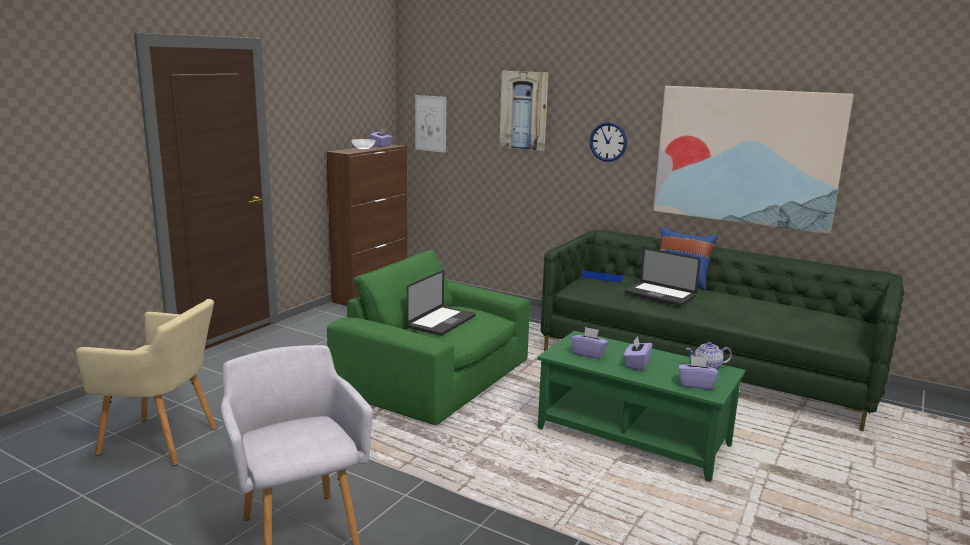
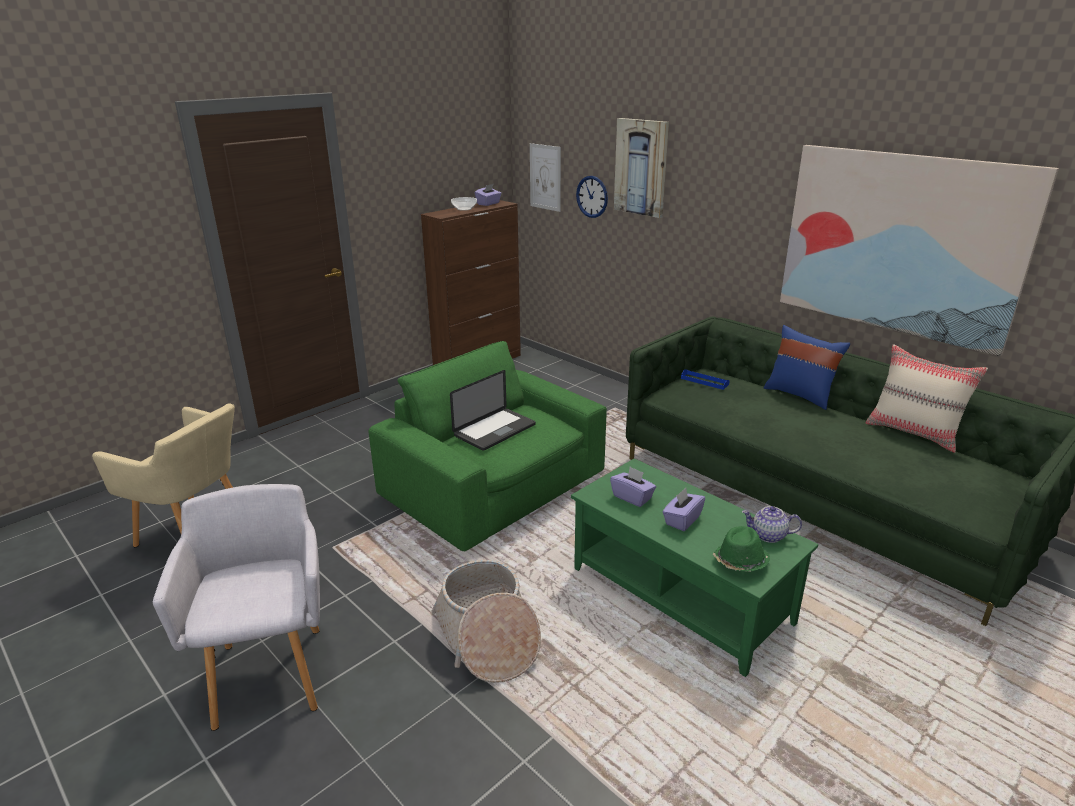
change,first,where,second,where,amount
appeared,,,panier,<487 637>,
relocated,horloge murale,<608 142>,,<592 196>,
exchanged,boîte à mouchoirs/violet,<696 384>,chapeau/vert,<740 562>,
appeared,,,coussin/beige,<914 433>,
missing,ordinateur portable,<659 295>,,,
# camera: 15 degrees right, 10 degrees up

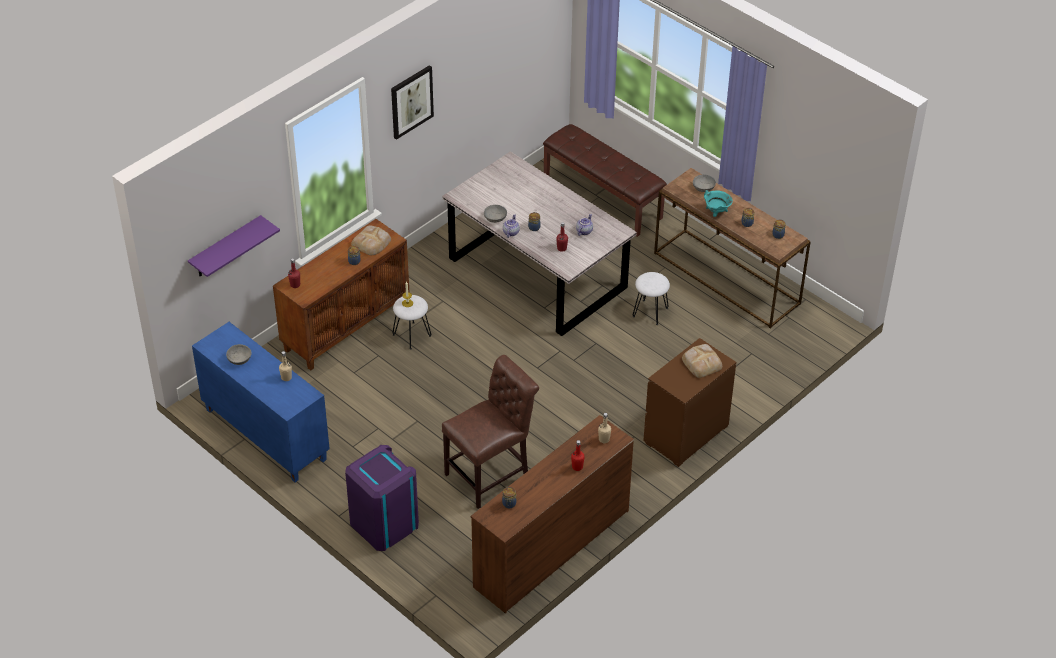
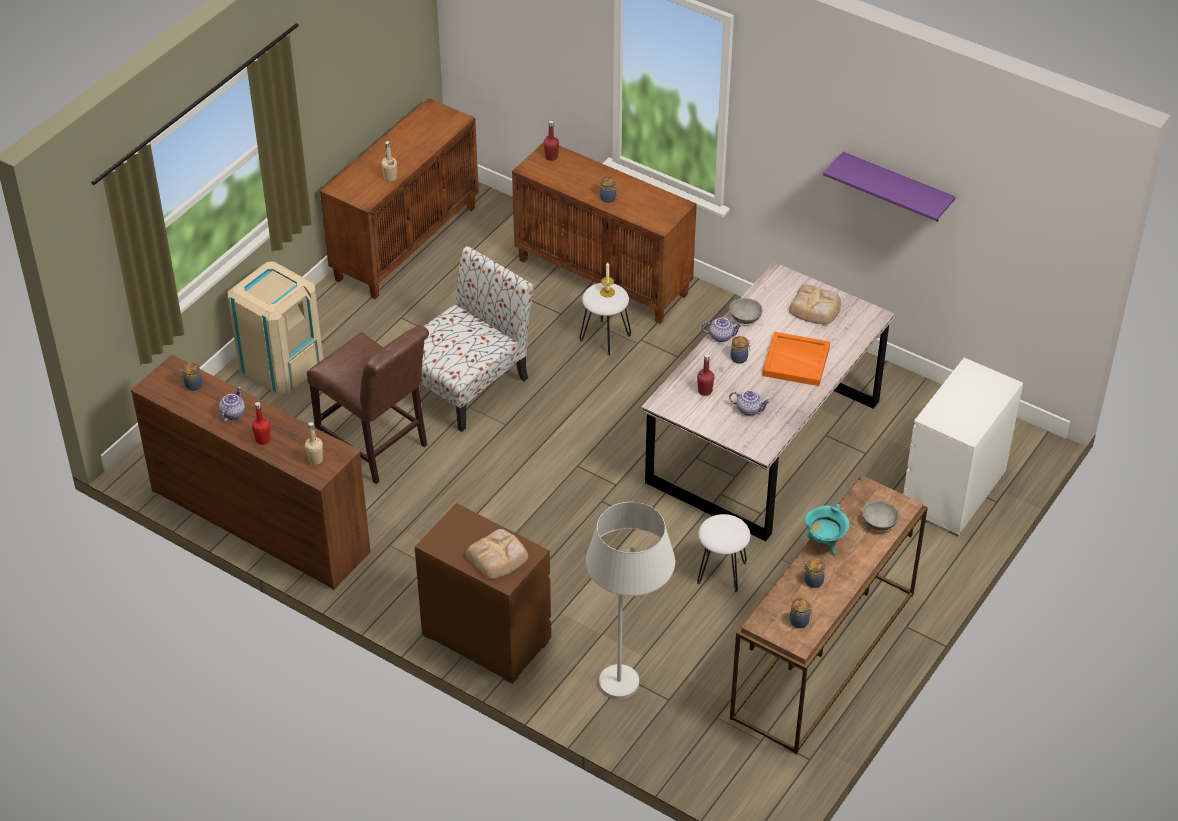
change,first,where,second,where,amount
appeared,,,théière,<232 413>,
colour,poubelle/violet,<384 524>,poubelle/beige,<281 364>,
colour,meuble de rangement/bleu,<264 434>,meuble de rangement/marron,<405 242>,
appeared,,,chaise,<467 383>,
appeared,,,lampadaire/blanc,<627 700>,
appeared,,,plateau/orange,<796 361>,
relocated,pain,<372 242>,,<815 308>,
relocated,étagère/violet,<226 247>,,<896 188>,
exchanged,banc/marron,<603 197>,commode/blanc,<953 492>,
missing,bol/gris,<239 359>,,,
missing,tableau,<411 101>,,,
# camera: 80 degrees right, 0 degrees up

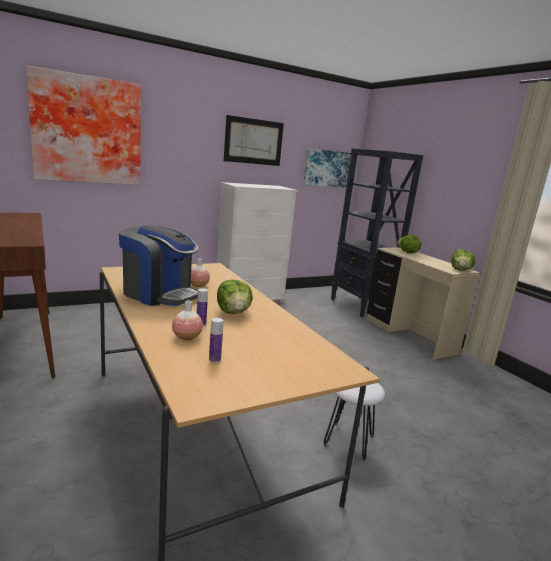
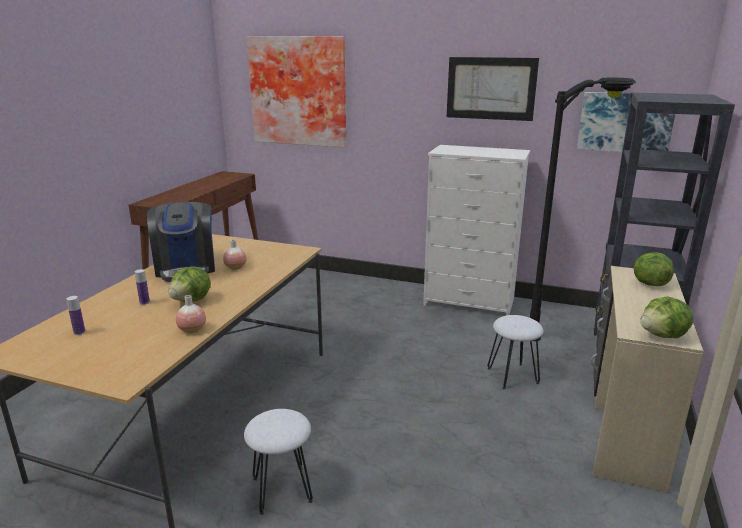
change,first,where,second,where,amount
relocated,vase,<186 337>,,<192 329>,
appeared,,,tabouret/blanc,<512 375>,
appeared,,,lampadaire/noir,<567 324>,
# camera: 50 degrees right, 5 degrees up

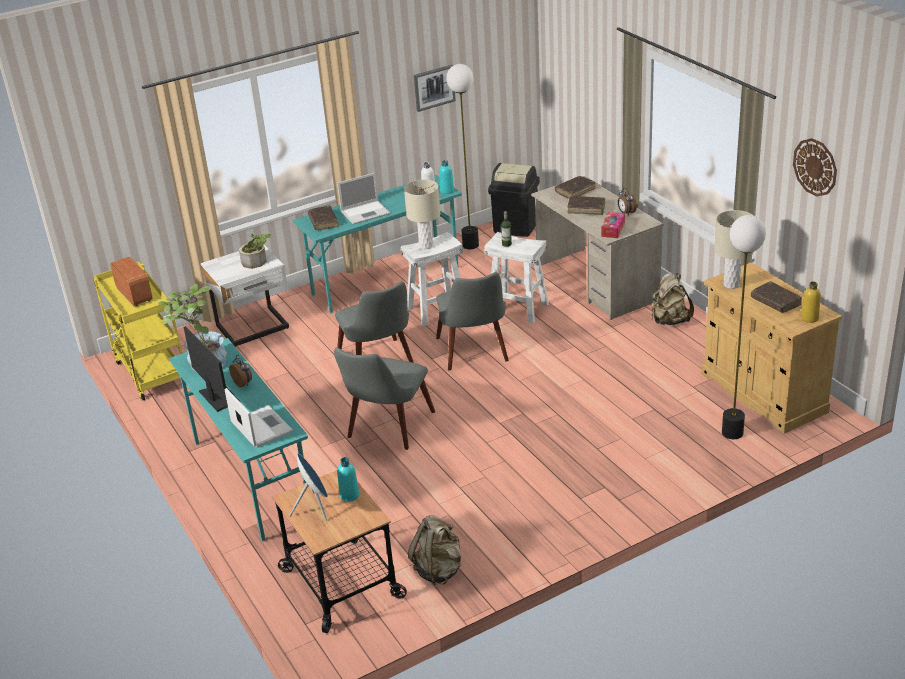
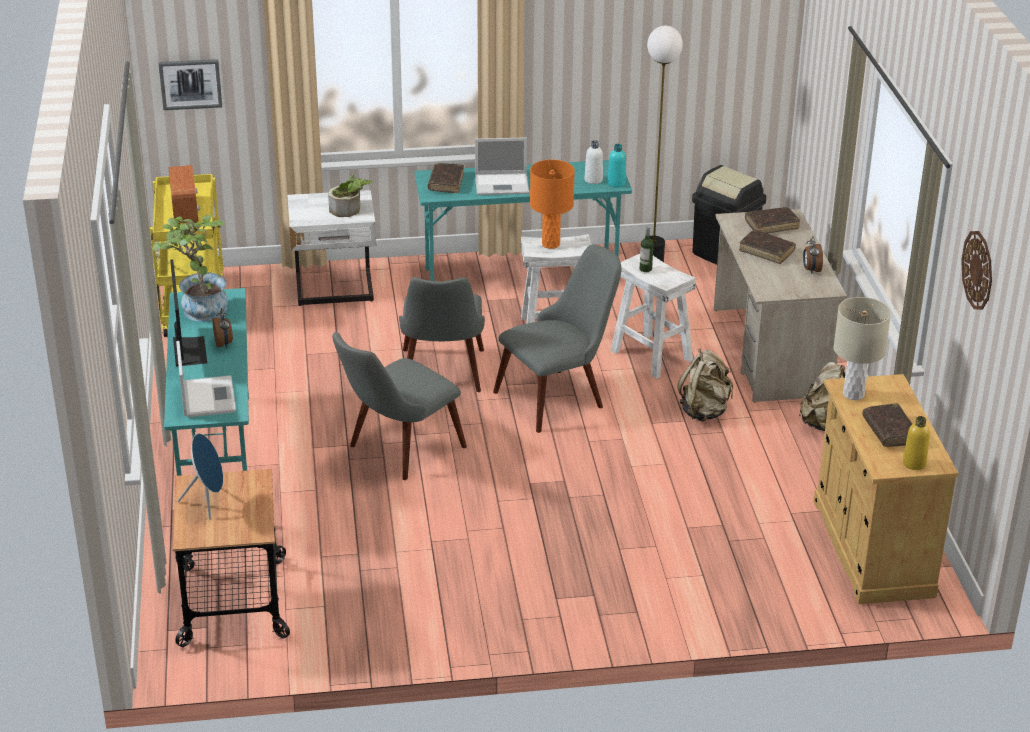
change,first,where,second,where,amount
relocated,tableau,<434 87>,,<190 84>,
spun,chaise/gris,<475 354>,,<560 395>,135 degrees counterclockwise
colour,lampe de table/beige,<426 245>,lampe de table/orange,<551 244>,
relocated,sac à dos/beige,<439 570>,,<705 411>,
missing,bouteille/turquoise,<349 495>,,,
missing,boîte à mouchoirs,<613 229>,,,
missing,lampadaire,<732 433>,,,
# camera: 20 degrees right, 0 degrees up

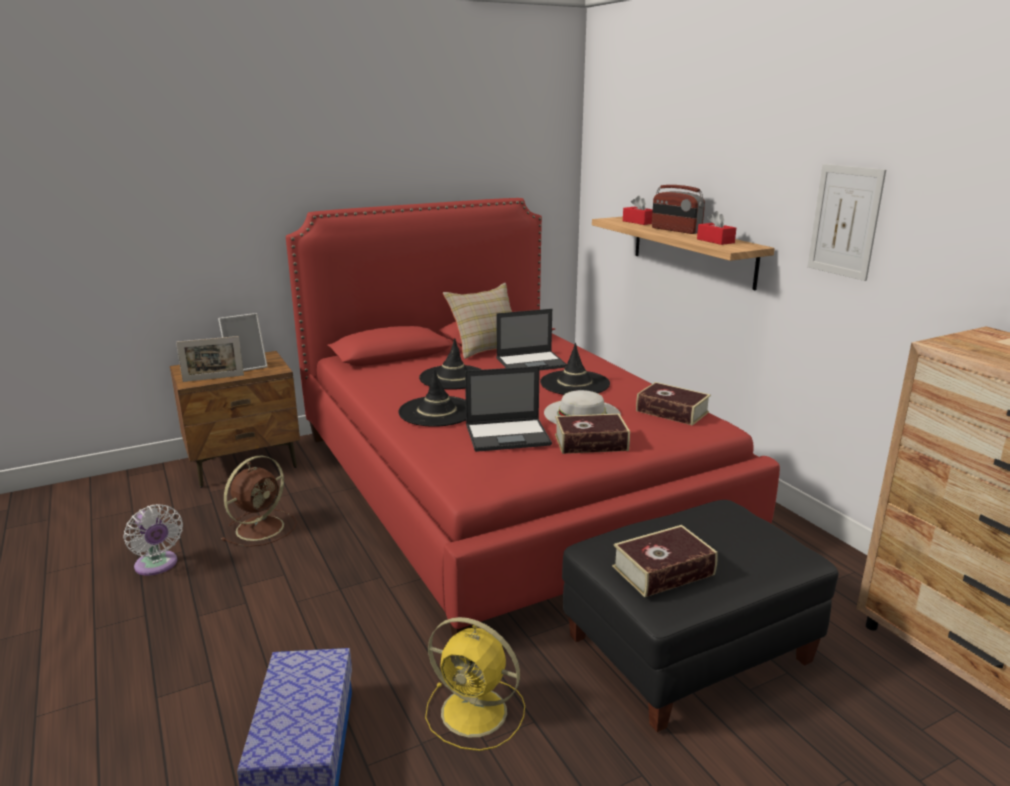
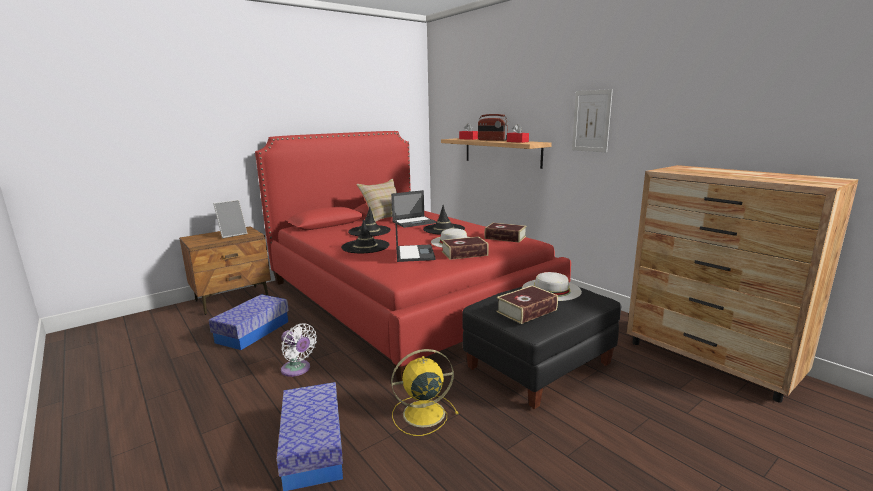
change,first,where,second,where,amount
exchanged,ventilateur/marron,<262 527>,boîte de rangement,<253 332>,
relocated,ventilateur/blanc,<157 566>,,<297 370>,
spun,ventilateur/jaune,<477 713>,,<422 414>,150 degrees clockwise
spun,ordinateur portable,<508 435>,,<414 253>,75 degrees counterclockwise
appeared,,,chapeau/blanc,<551 289>,
missing,cadre photo,<213 378>,,,
# camera: 10 degrees left, 5 degrees down

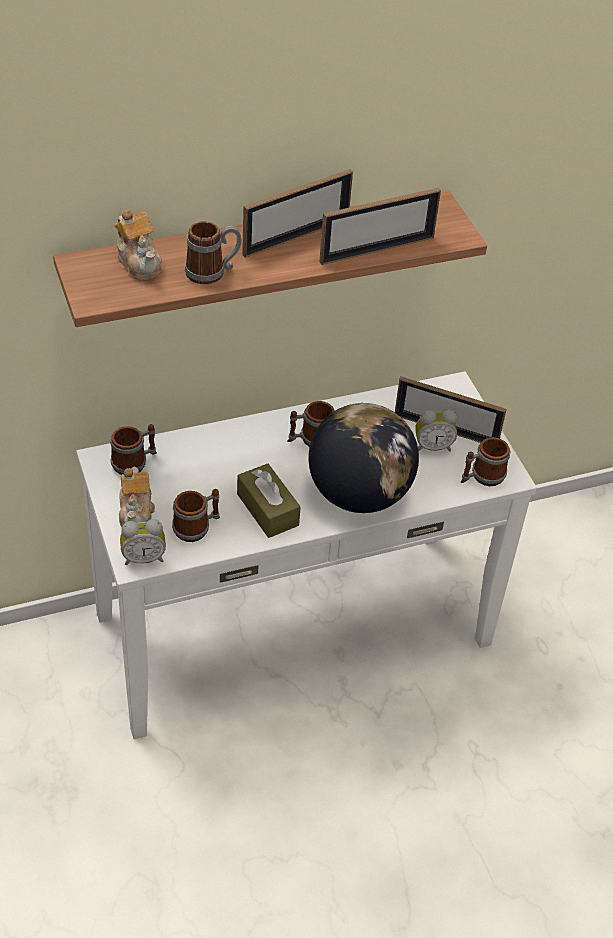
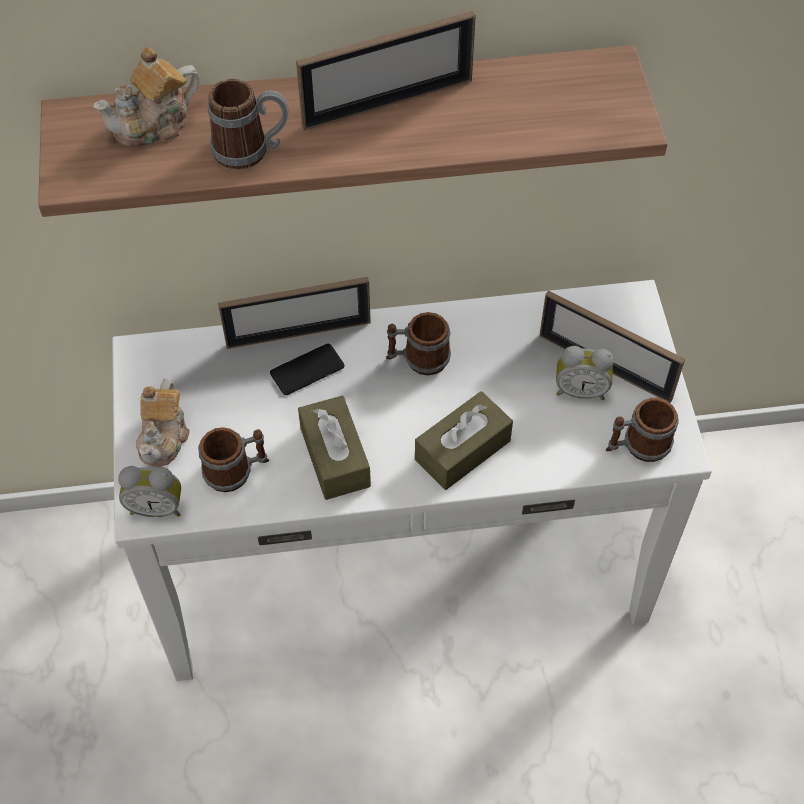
change,first,where,second,where,amount
spun,théière,<139 262>,,<154 124>,75 degrees clockwise
relocated,cadre photo,<377 250>,,<298 333>,
appeared,,,téléphone,<307 370>,
exchanged,globe,<359 494>,boîte à mouchoirs/marron,<462 450>,
missing,mug,<135 462>,,,
# camera: 15 degrees right, 10 degrees up

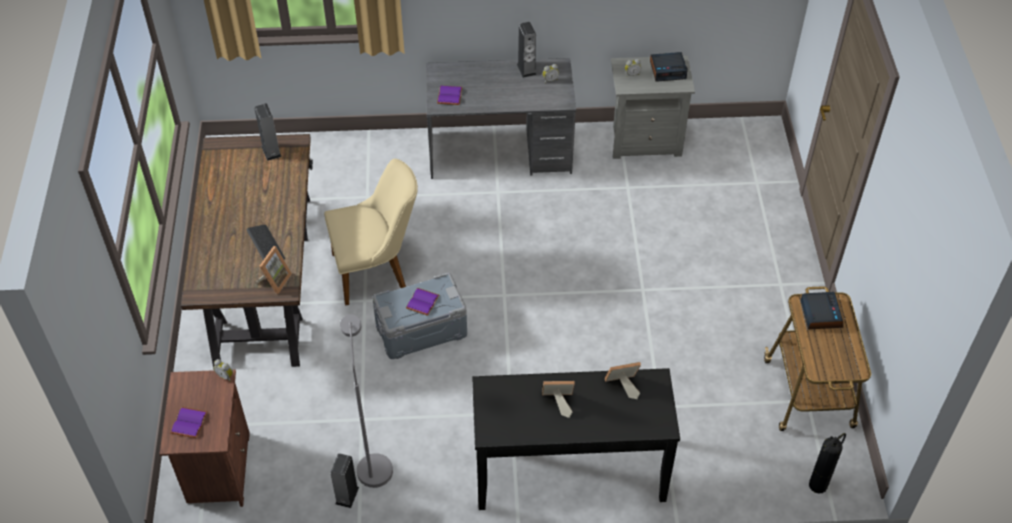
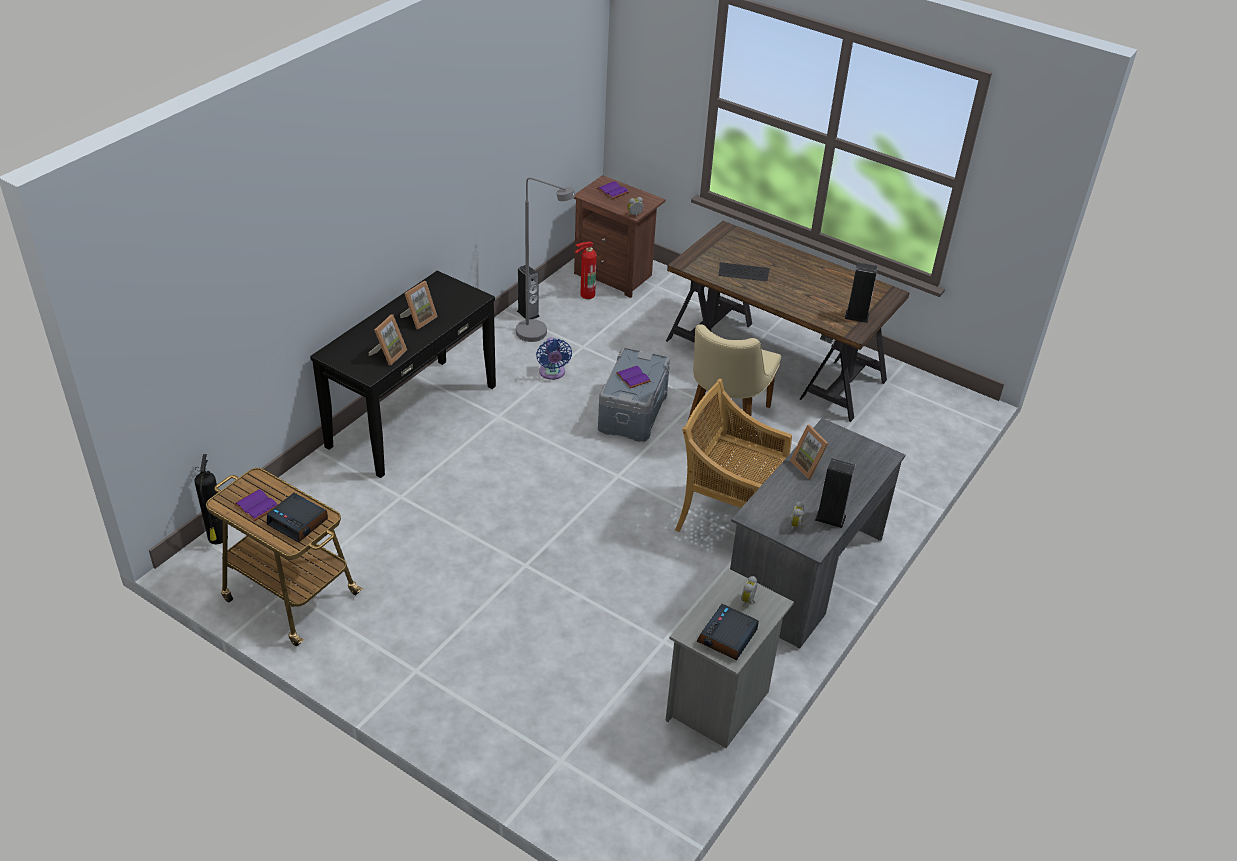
change,first,where,second,where,amount
relocated,livre/violet,<450 96>,,<255 506>,
appeared,,,ventilateur/bleu,<552 373>,
appeared,,,extincteur,<585 294>,
appeared,,,chaise/beige,<727 517>,
relocated,cadre photo,<275 280>,,<809 466>,
# camera: 125 degrees right, 10 degrees down

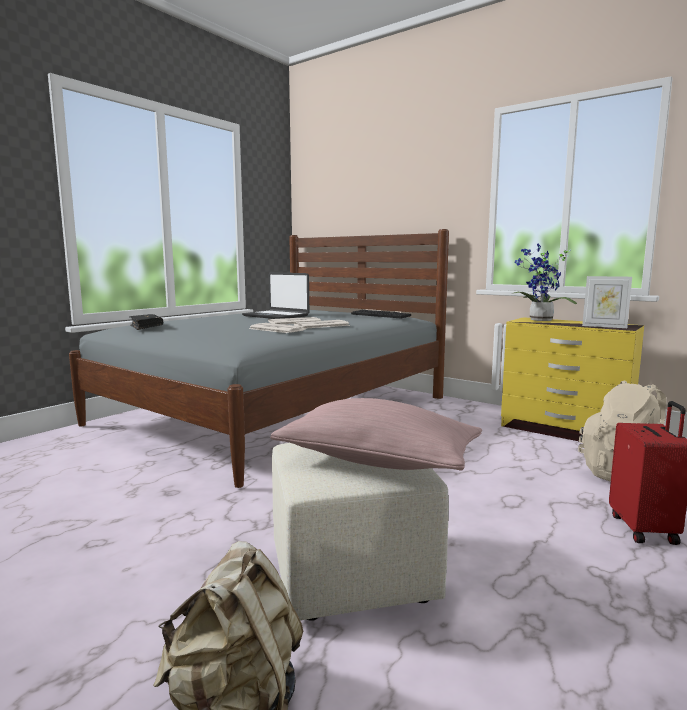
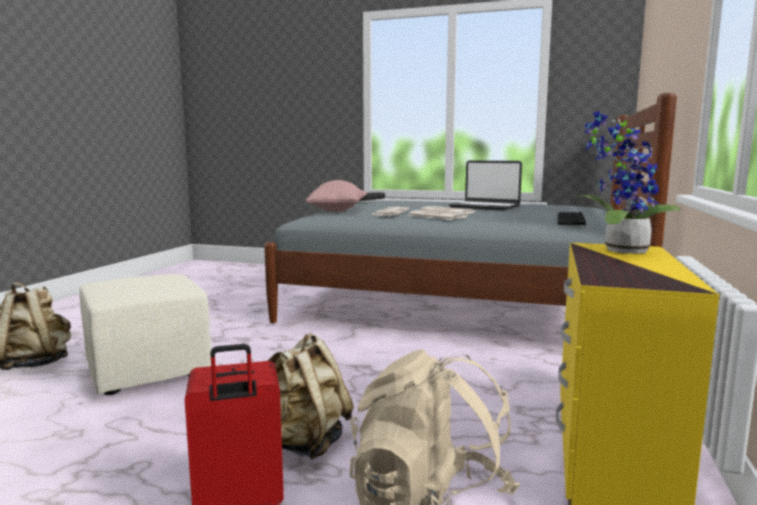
change,first,where,second,where,amount
appeared,,,sac à dos/beige,<302 443>,
relocated,coussin/rose,<377 460>,,<339 210>,
spun,ordinateur portable,<276 316>,,<484 207>,75 degrees counterclockwise
missing,cadre photo,<604 326>,,,
# camera: 70 degrees right, 0 degrees up

